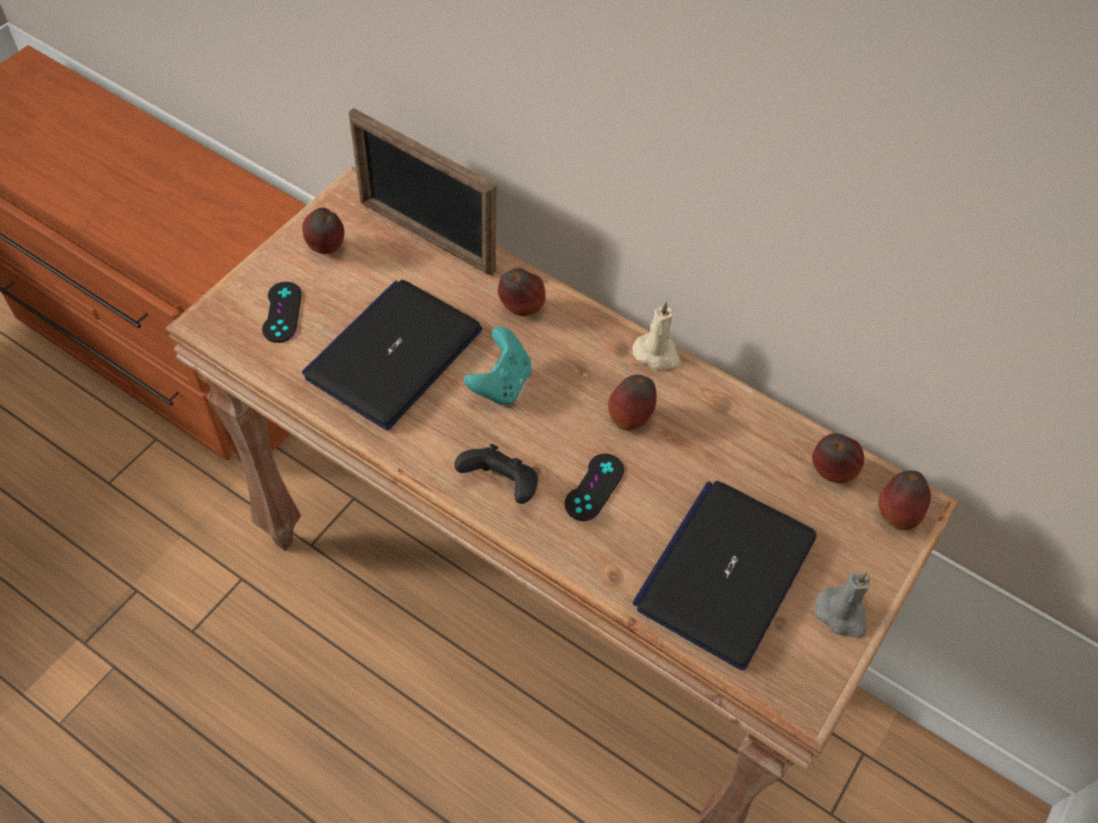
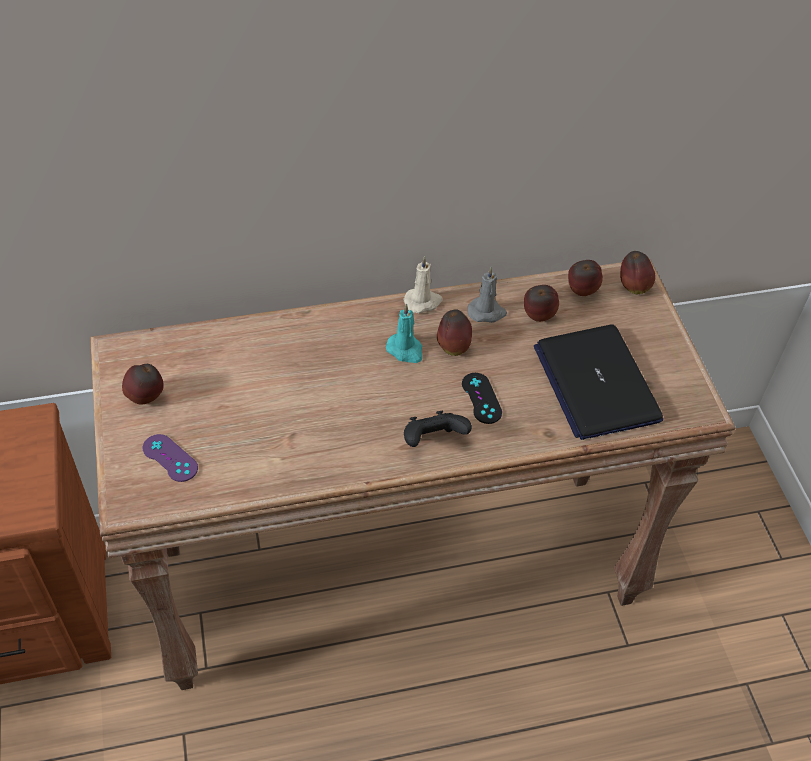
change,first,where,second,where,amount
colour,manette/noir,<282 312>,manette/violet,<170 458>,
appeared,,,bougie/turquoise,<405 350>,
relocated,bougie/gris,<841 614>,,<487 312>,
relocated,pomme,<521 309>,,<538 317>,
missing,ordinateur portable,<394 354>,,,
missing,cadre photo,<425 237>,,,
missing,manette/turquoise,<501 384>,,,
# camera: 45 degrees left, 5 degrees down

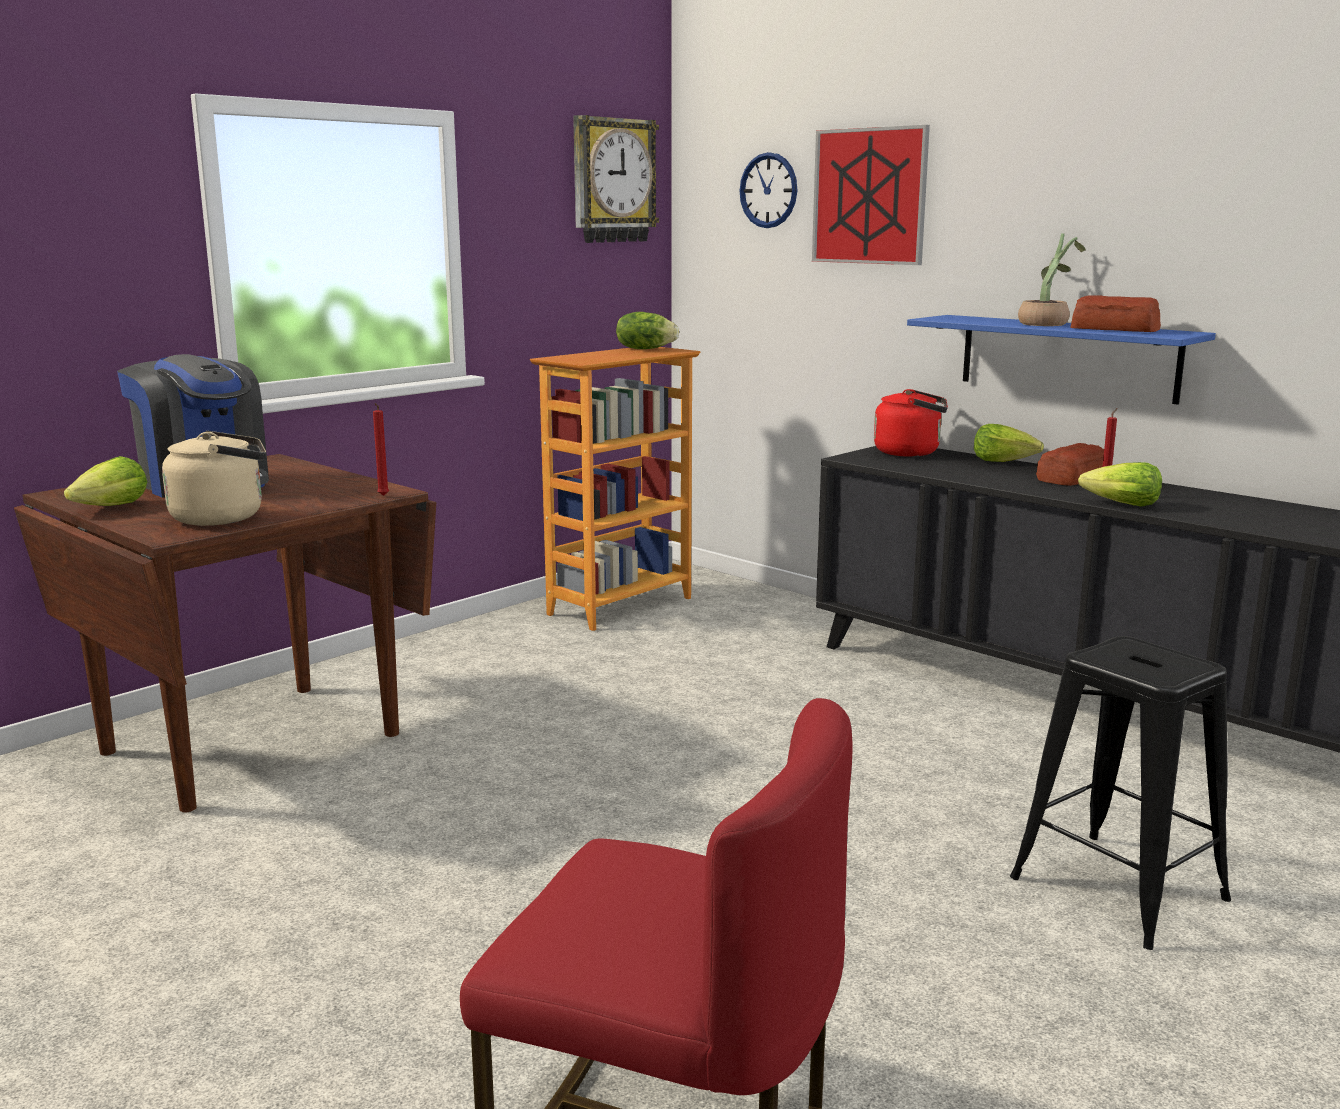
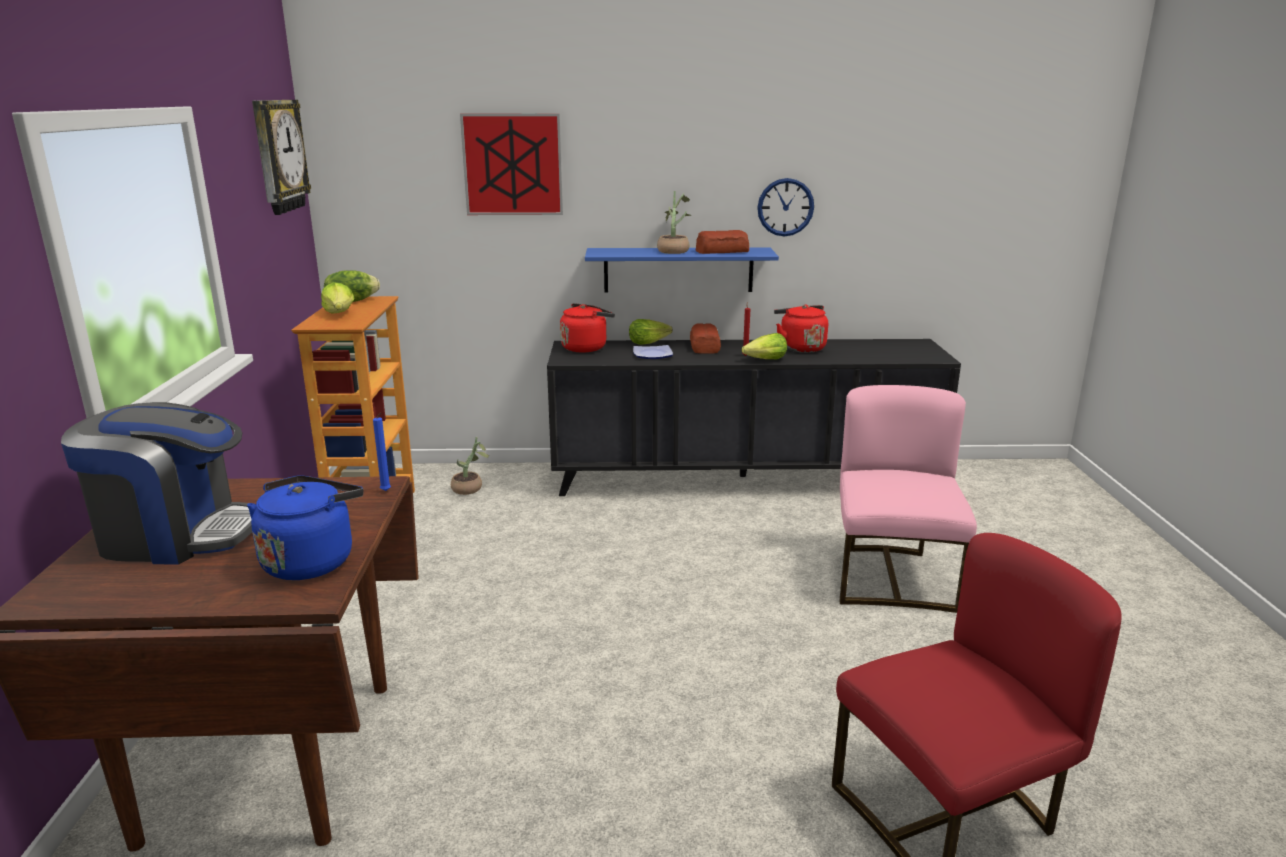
change,first,where,second,where,amount
colour,bouilloire/beige,<224 517>,bouilloire/bleu,<311 560>,
relocated,laitue,<112 508>,,<340 314>,
colour,bougie/rouge,<382 496>,bougie/bleu,<386 491>,
appeared,,,plante en pot,<471 489>,
appeared,,,assiette,<653 354>,
relocated,horloge murale,<768 190>,,<785 207>,
appeared,,,bouilloire/rouge,<800 348>,
exchanged,tabouret/noir,<1117 888>,chaise/rose,<892 578>,
# camera: 45 degrees left, 5 degrees up

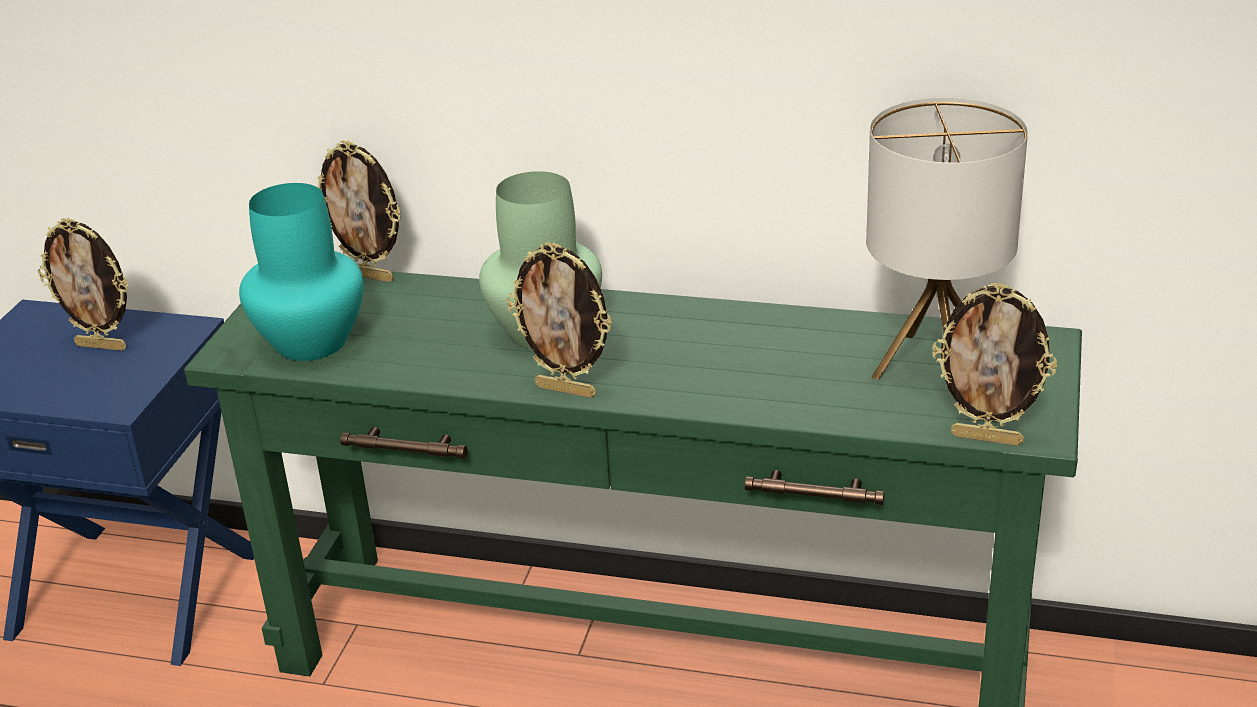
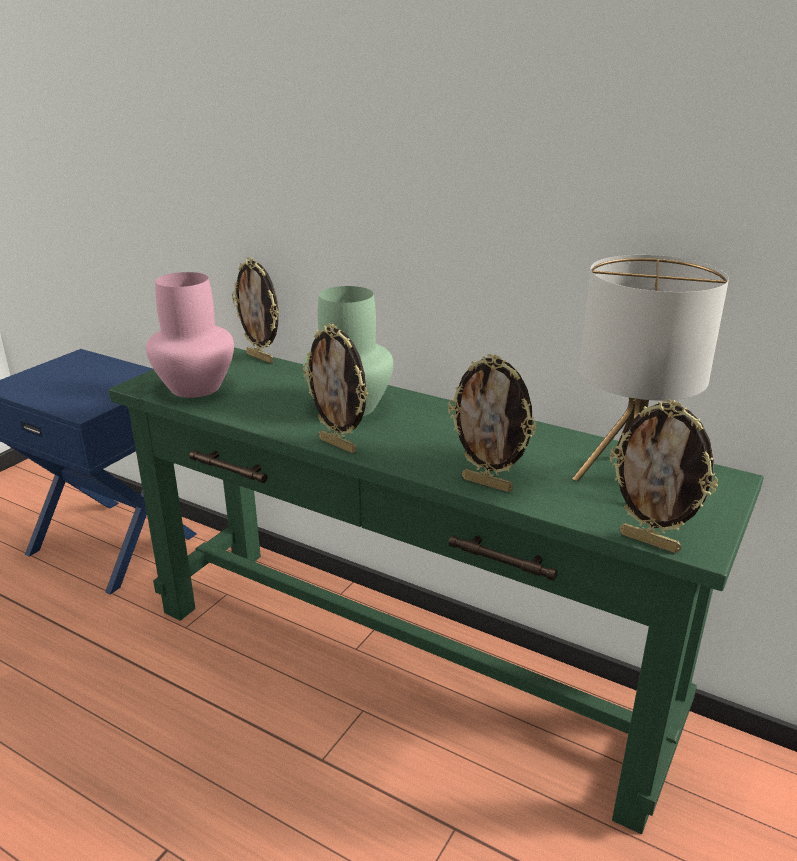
change,first,where,second,where,amount
colour,vase/turquoise,<313 342>,vase/rose,<197 387>,
relocated,cadre photo,<102 346>,,<488 484>,
# camera: 15 degrees right, 5 degrees down

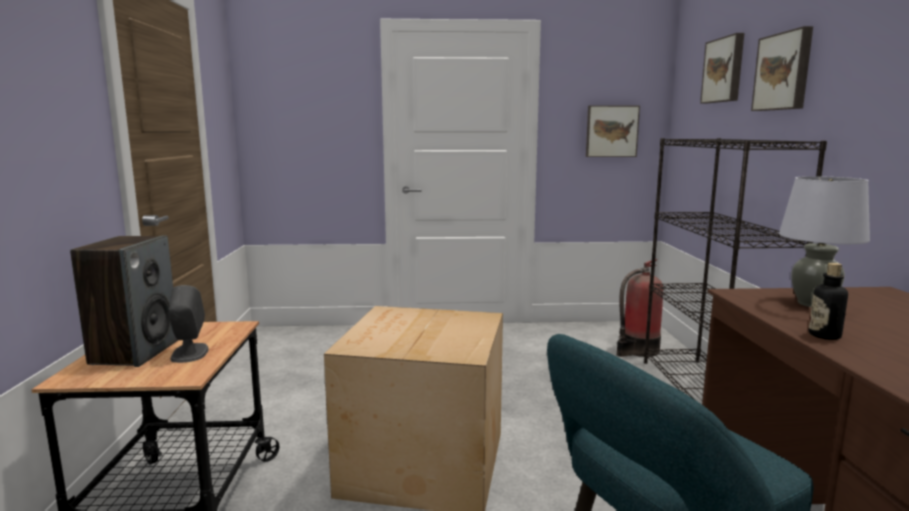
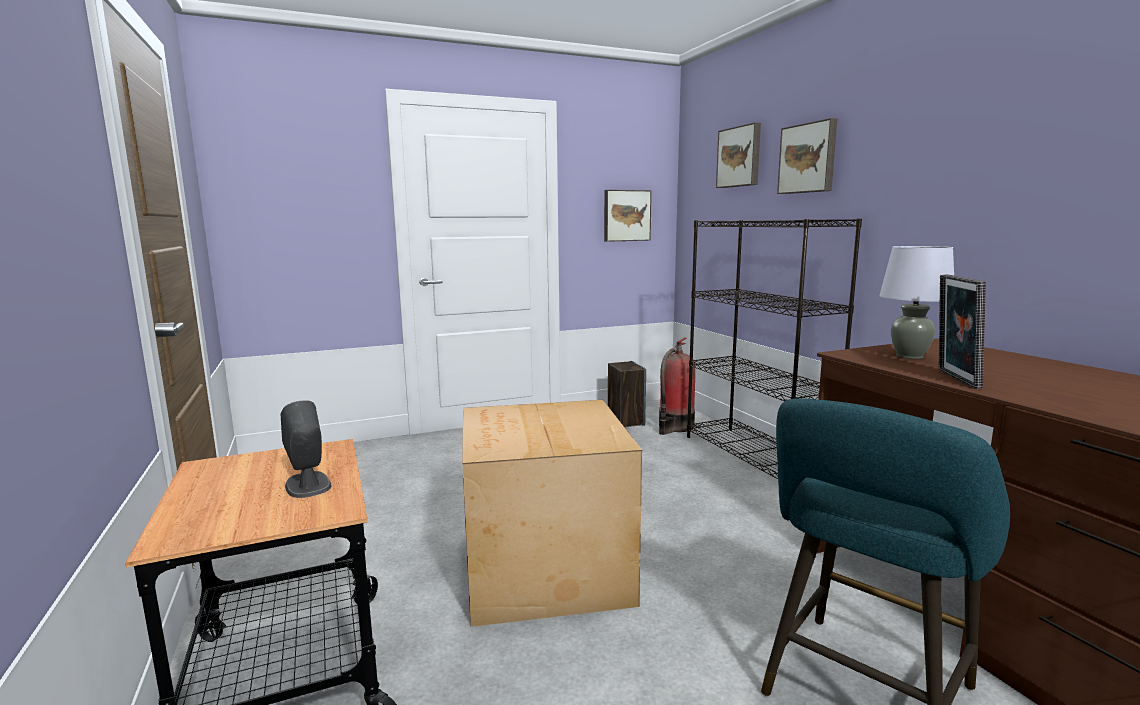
change,first,where,second,where,amount
relocated,enceinte,<135 352>,,<625 421>,
exchanged,bouteille,<824 335>,cadre photo,<953 378>,
# camera: 20 degrees left, 0 degrees up

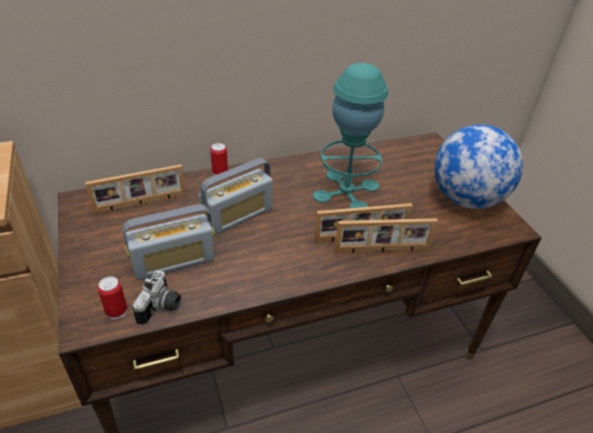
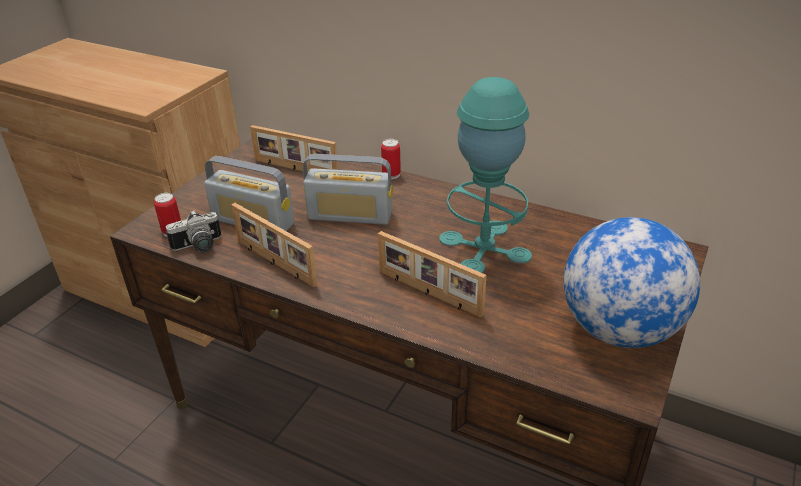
change,first,where,second,where,amount
relocated,cadre photo,<382 251>,,<274 263>,
# camera: 50 degrees right, 5 degrees down

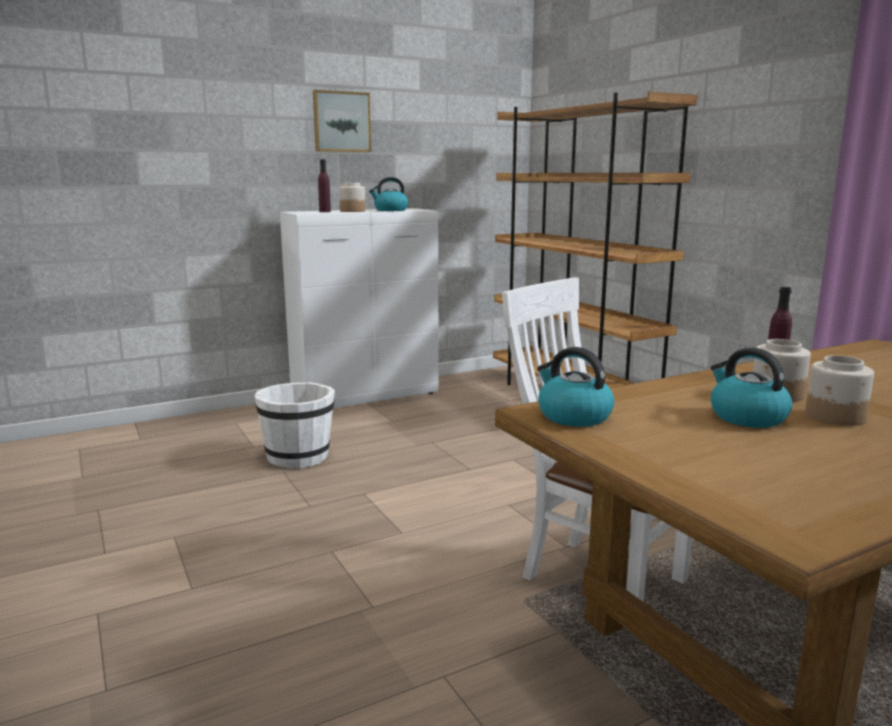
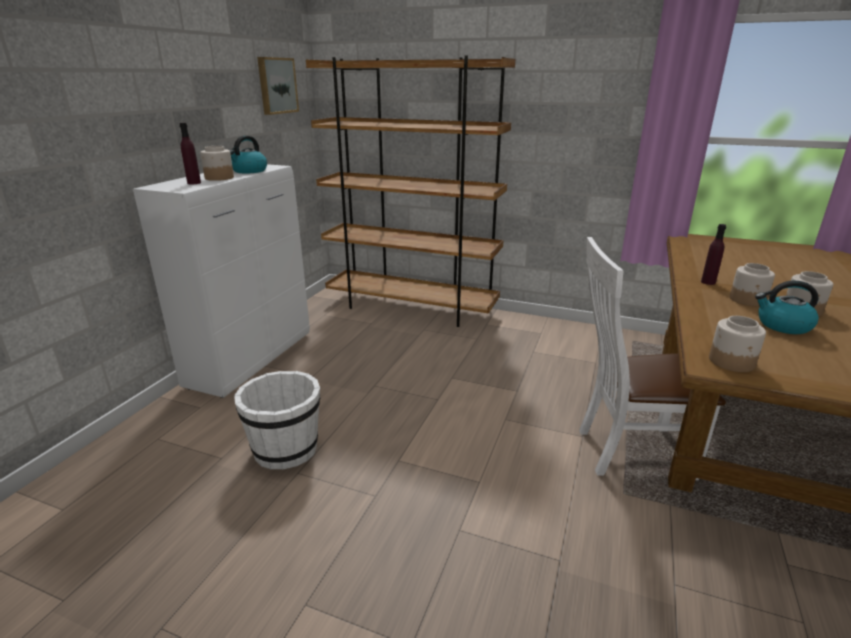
change,first,where,second,where,amount
relocated,tableau,<341 122>,,<276 85>,
exchanged,bouilloire,<573 416>,bocal,<732 362>,
# camera: 40 degrees left, 10 degrees up

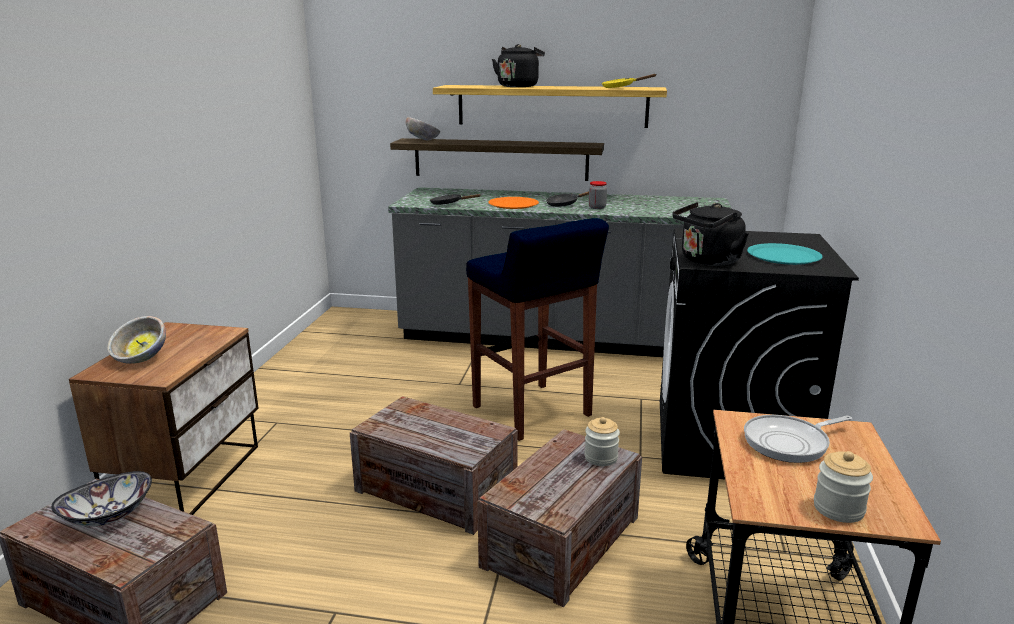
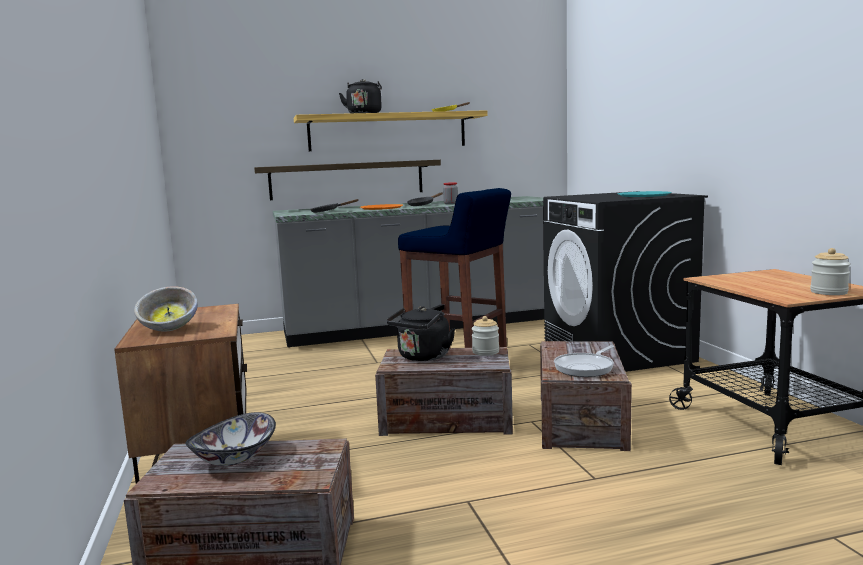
change,first,where,second,where,amount
relocated,bouilloire/noir,<708 261>,,<422 357>,
relocated,bocal,<601 457>,,<485 352>,
relocated,poêle,<790 443>,,<586 368>,
missing,bol,<423 140>,,,
# camera: 25 degrees left, 10 degrees down

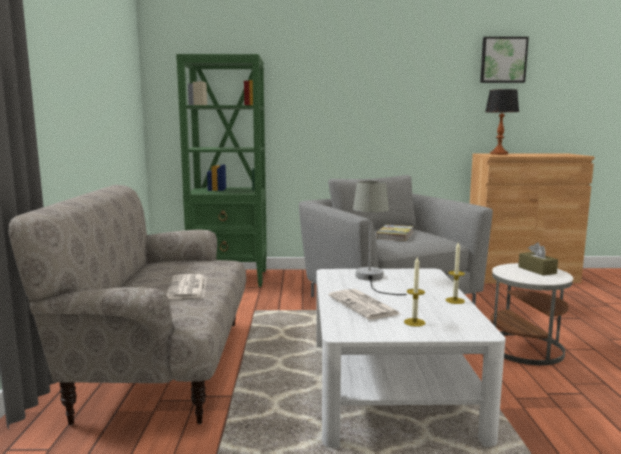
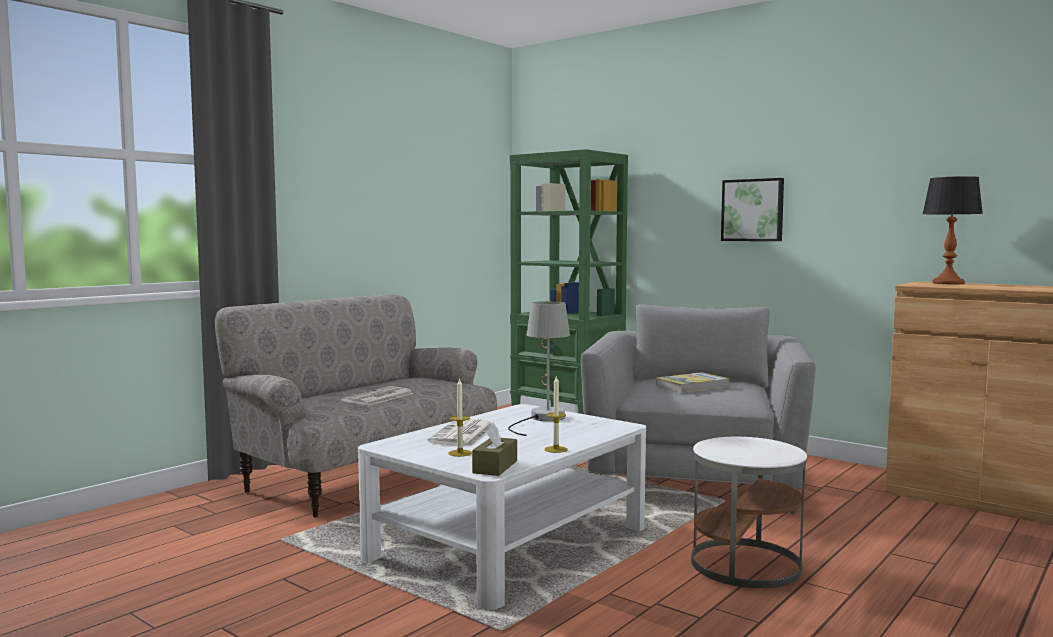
change,first,where,second,where,amount
relocated,boîte à mouchoirs/marron,<537 270>,,<495 467>,
relocated,tableau,<503 60>,,<753 210>,
# camera: 40 degrees right, 5 degrees down

